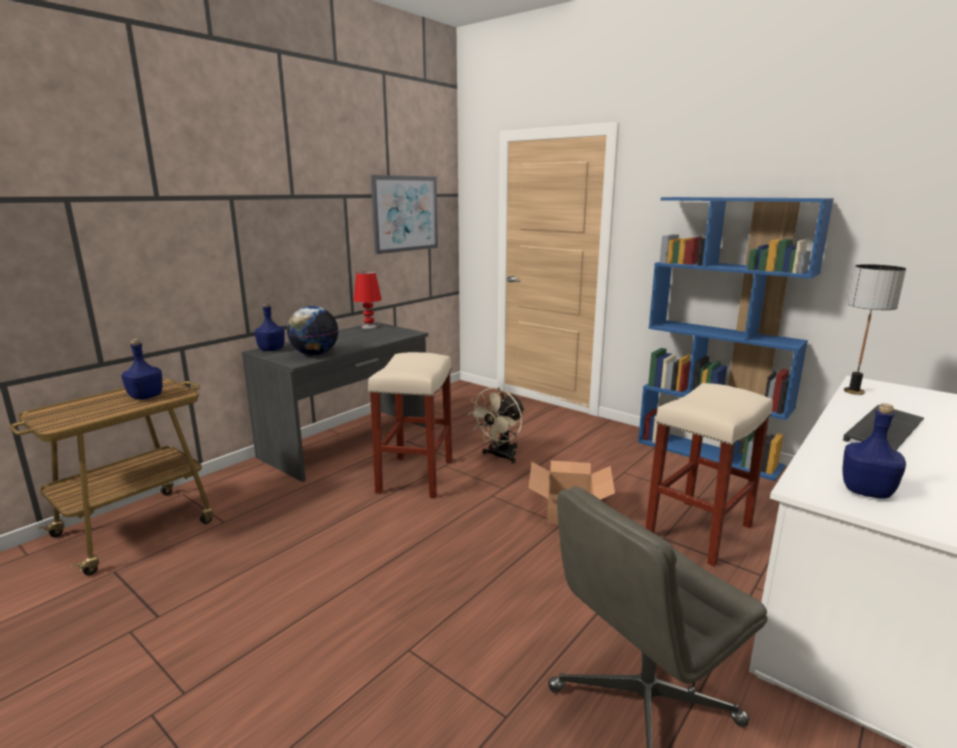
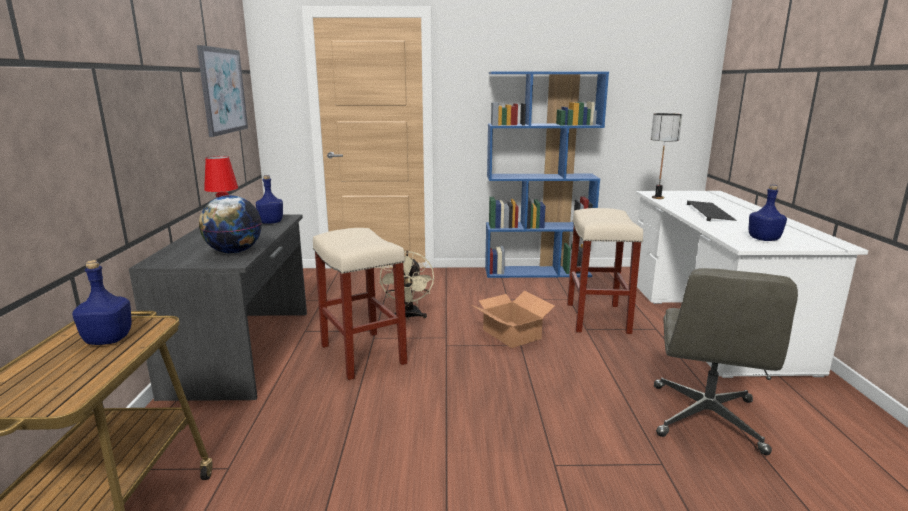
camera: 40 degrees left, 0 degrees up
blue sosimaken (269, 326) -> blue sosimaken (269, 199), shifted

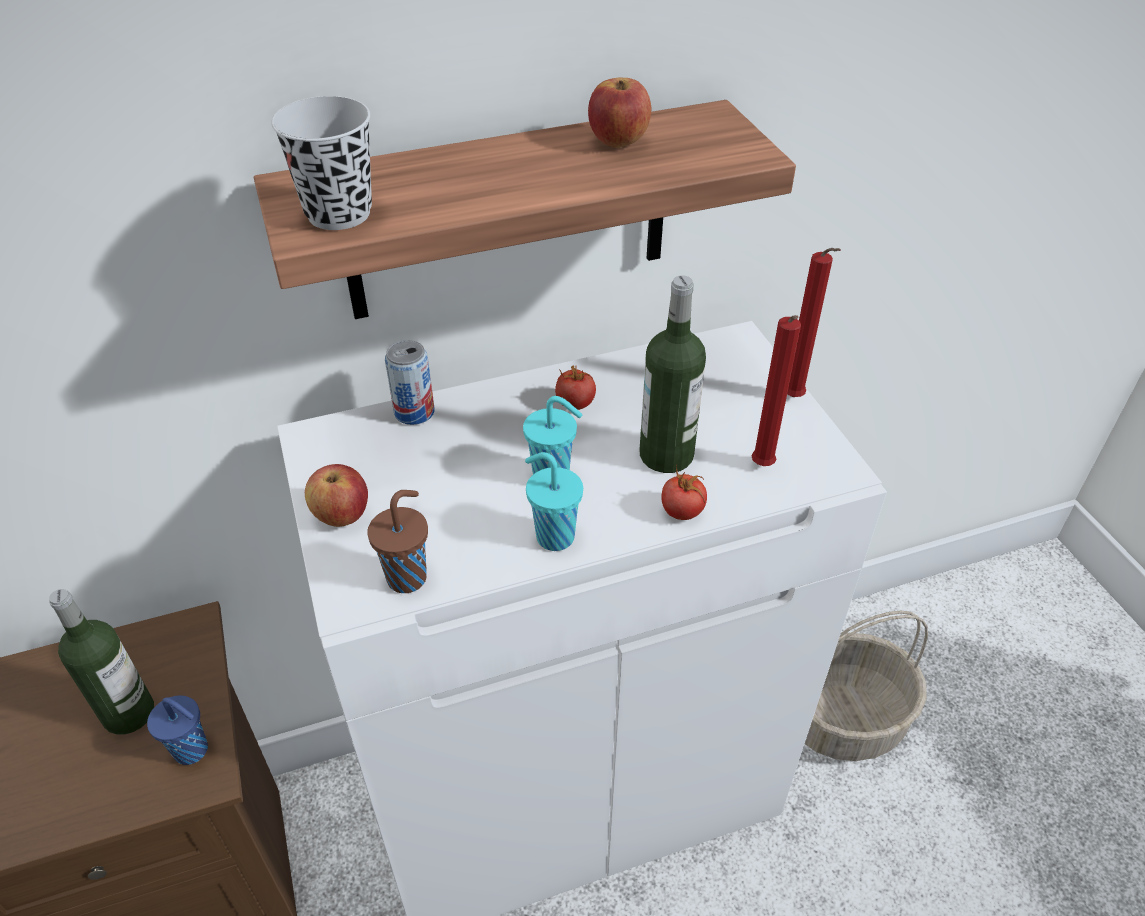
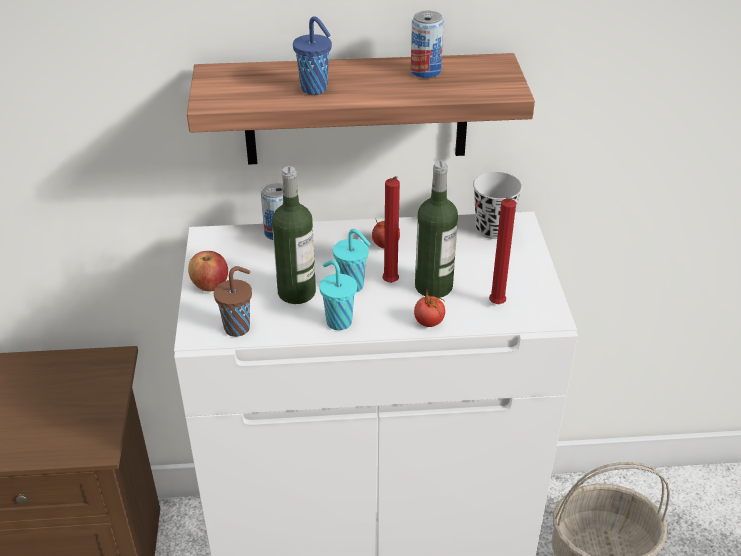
camera: 15 degrees right, 5 degrees down
sosimaken (101, 662) -> sosimaken (294, 235), shifted
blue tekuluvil (177, 730) -> blue tekuluvil (312, 55), shifted
black tekuluvil (321, 163) -> black tekuluvil (497, 205), shifted
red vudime (814, 322) -> red vudime (391, 229), shifted
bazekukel (619, 113) -> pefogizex (427, 44)

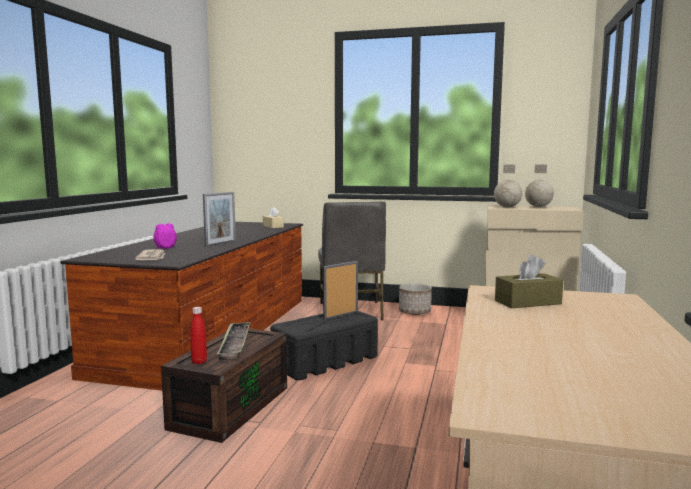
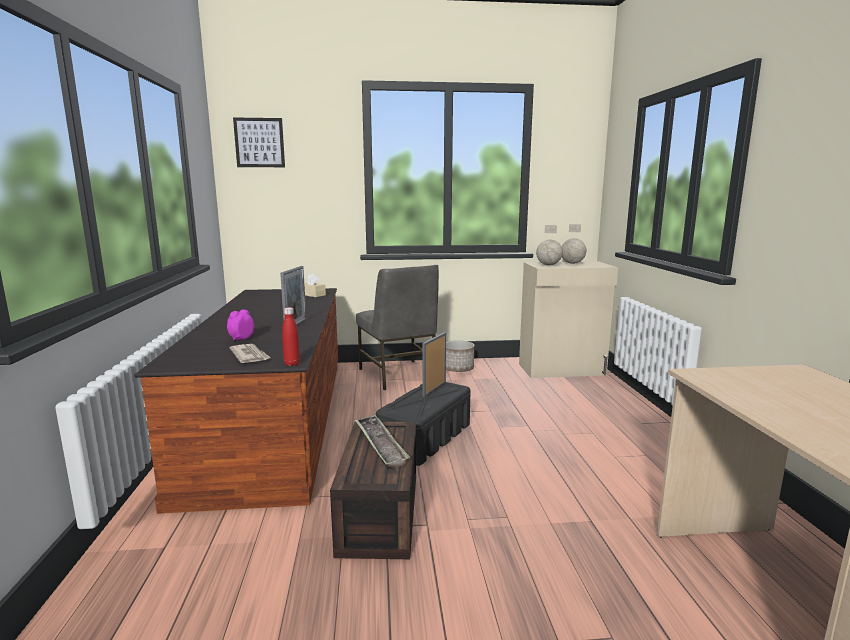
camera: 20 degrees left, 5 degrees up
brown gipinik (529, 281) -> none
none -> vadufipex (259, 142)
red sosimaken (198, 335) -> red sosimaken (291, 336), shifted

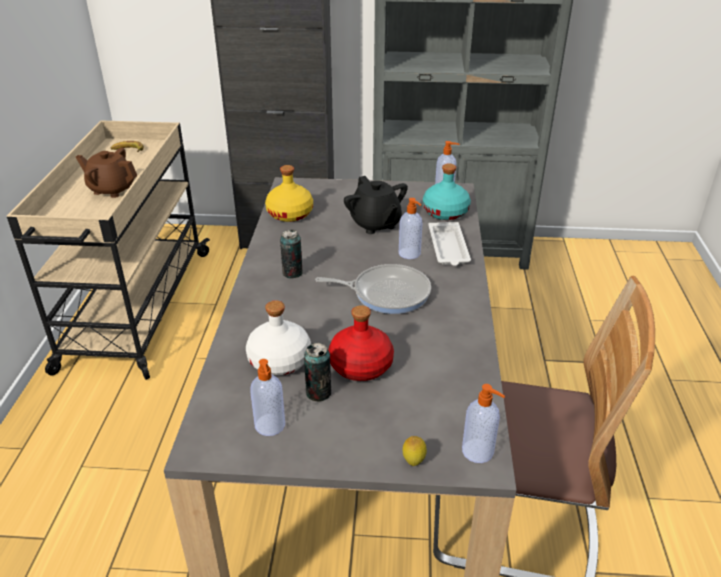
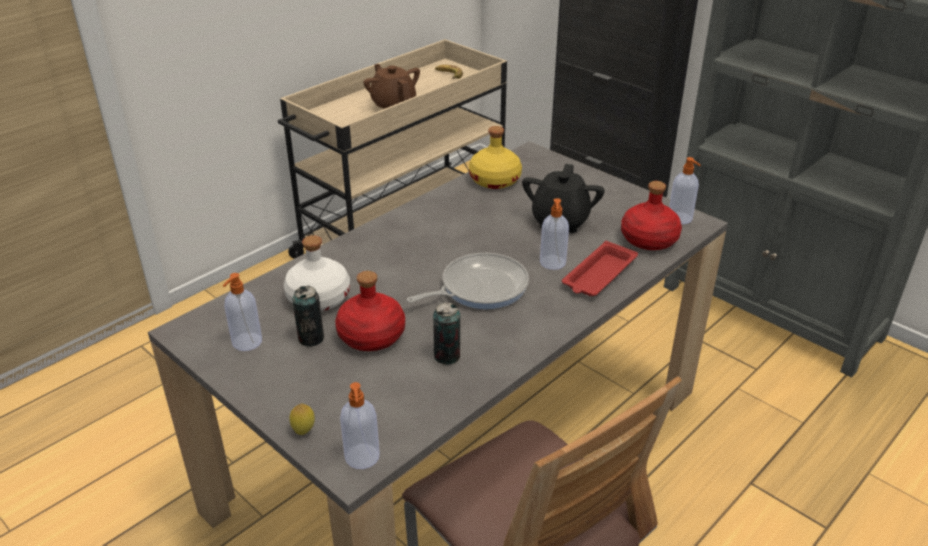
camera: 40 degrees right, 0 degrees up
pefogizex (291, 254) -> pefogizex (446, 334), shifted
turquoise sosimaken (447, 192) -> red sosimaken (651, 215)
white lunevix (449, 244) -> red lunevix (600, 268)
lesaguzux (373, 289) -> lesaguzux (468, 281), 75 degrees counterclockwise

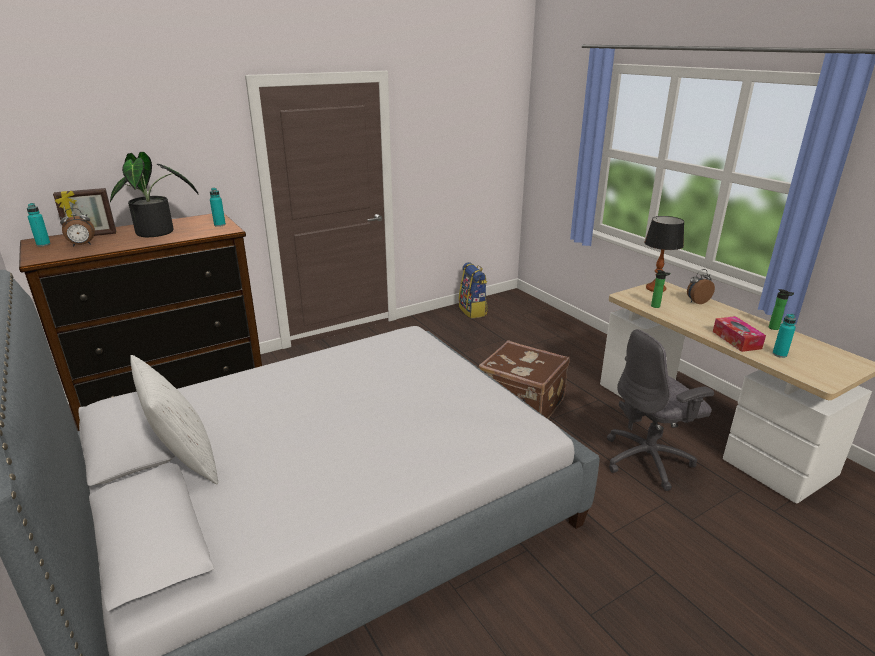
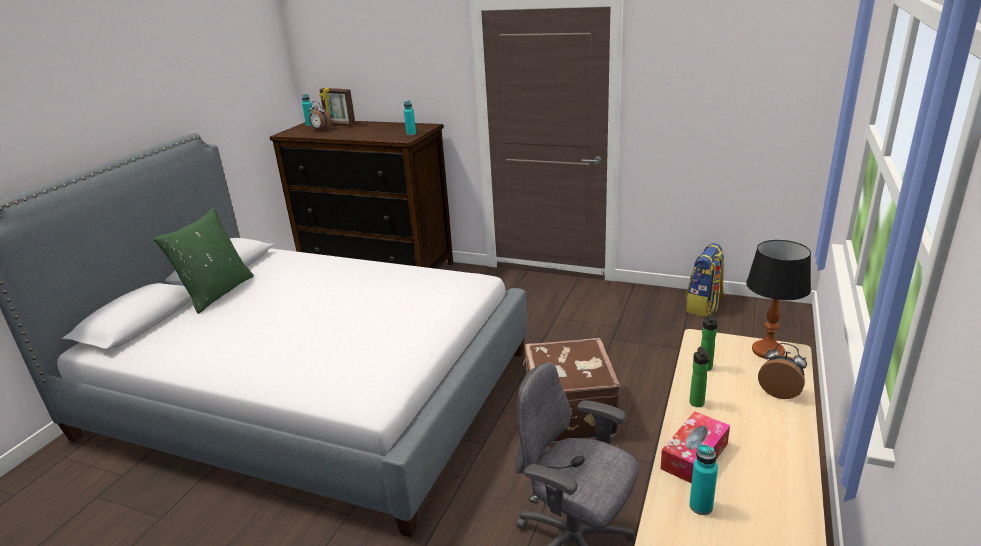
camera: 55 degrees right, 0 degrees up
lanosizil (154, 194) -> none
sosimaken (781, 309) -> sosimaken (699, 377), shifted
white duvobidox (174, 419) -> green duvobidox (203, 261)

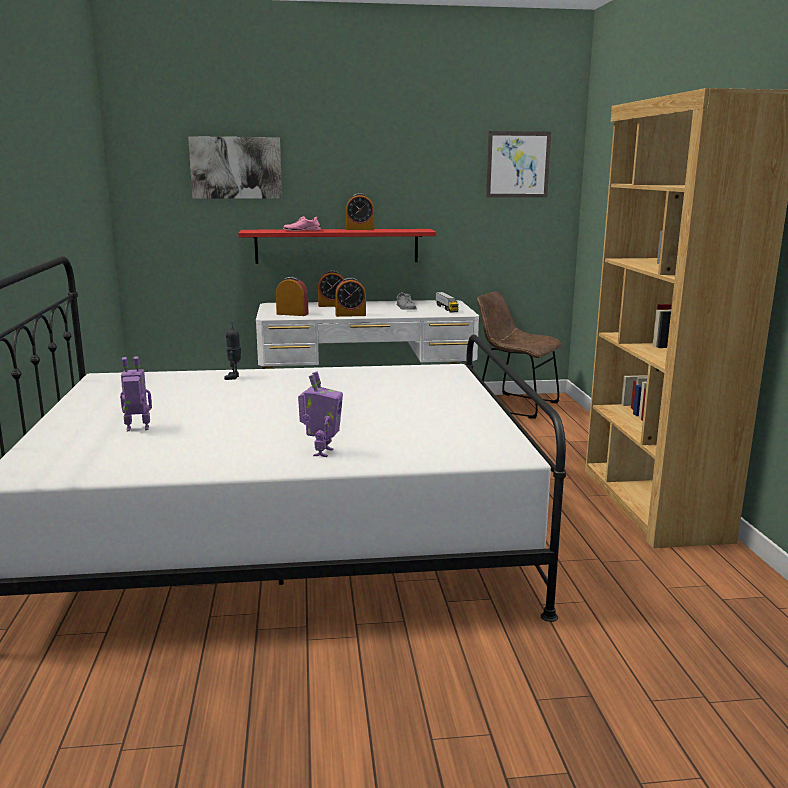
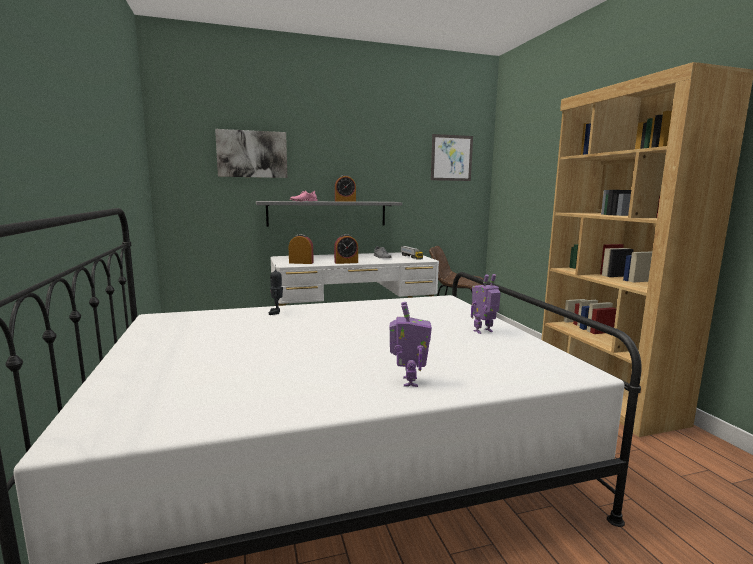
camera: 10 degrees left, 5 degrees down
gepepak (331, 288) -> none
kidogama (136, 393) -> kidogama (486, 304), shifted
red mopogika (337, 246) -> grey mopogika (329, 214)

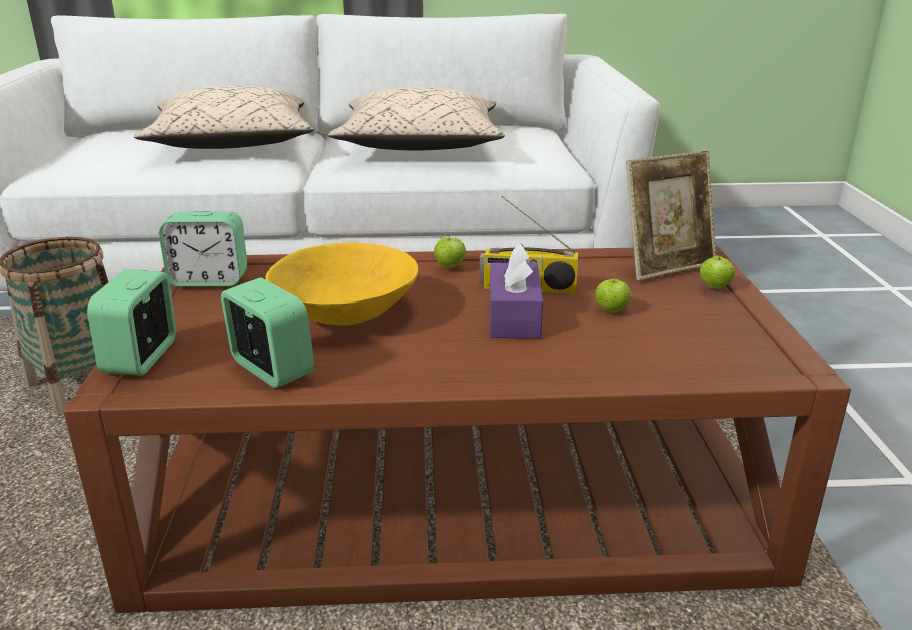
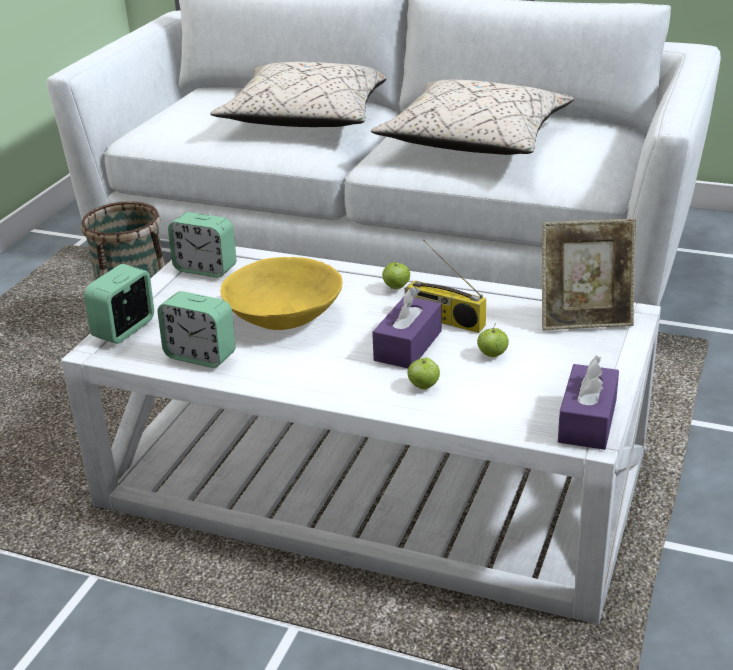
camera: 25 degrees right, 5 degrees up
none -> purple gipinik (588, 402)
bazekukel (717, 271) -> bazekukel (424, 372), shifted
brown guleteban (457, 429) -> white guleteban (361, 435)
gepepak (267, 333) -> gepepak (196, 329), 135 degrees clockwise

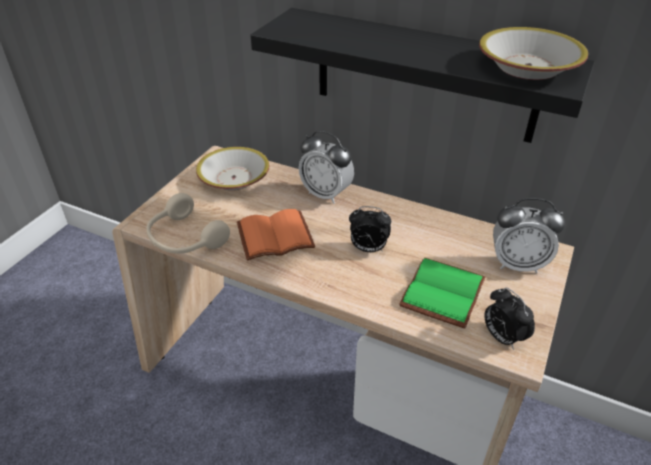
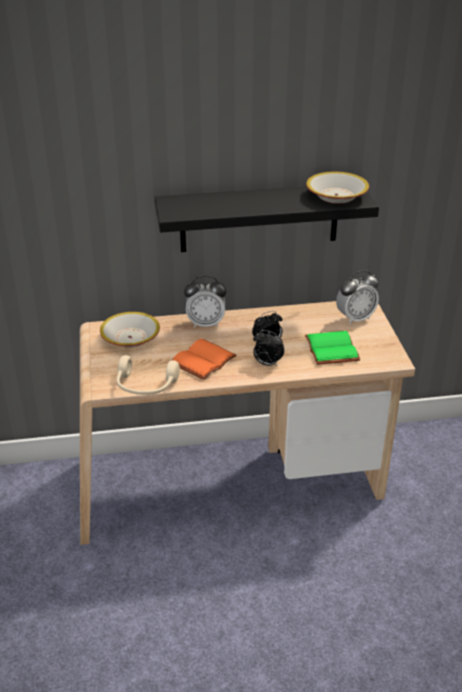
camera: 35 degrees left, 5 degrees down
gepepak (509, 319) -> gepepak (268, 348), shifted

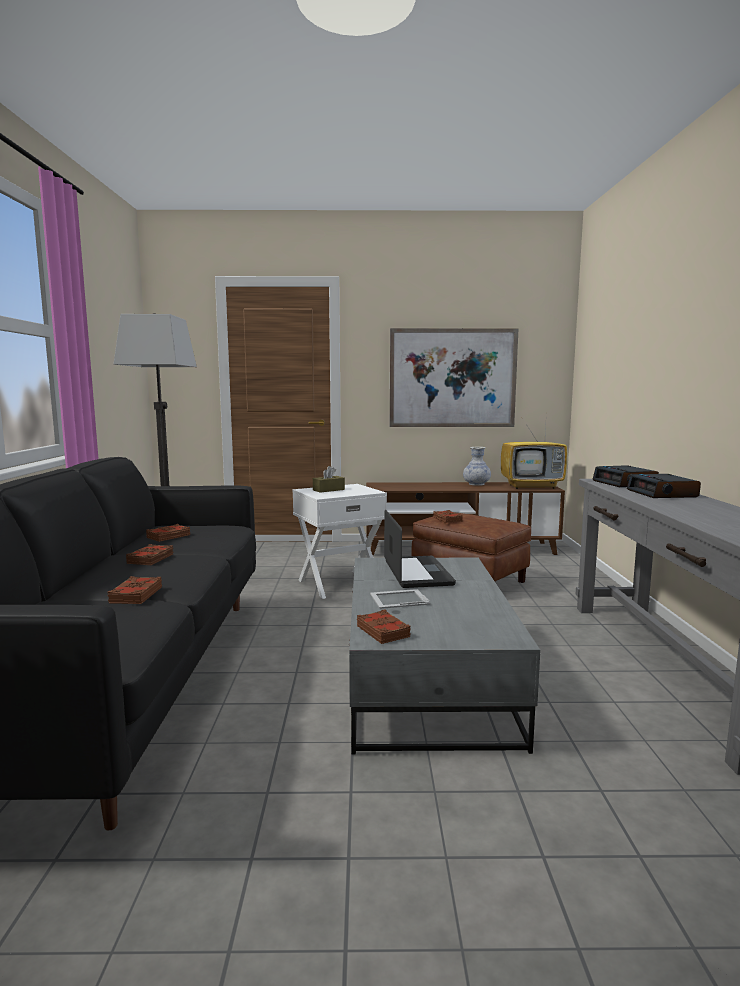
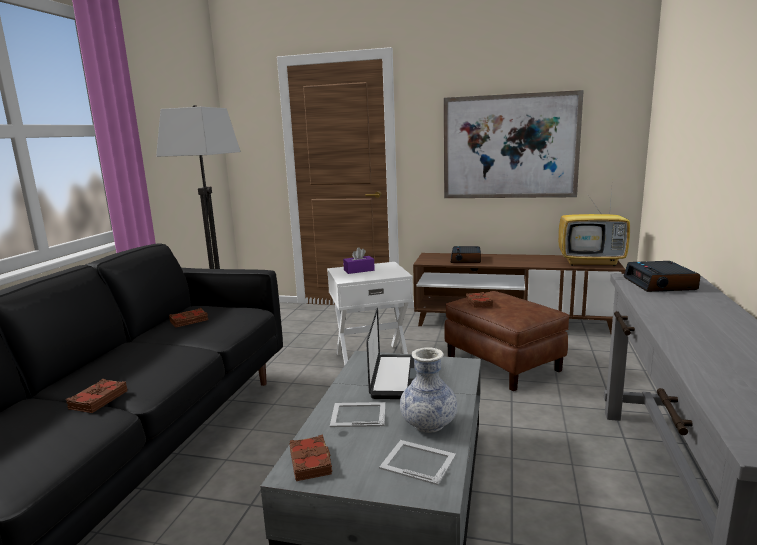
camera: 15 degrees right, 5 degrees up
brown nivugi (150, 554) -> none
none -> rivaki (417, 462)
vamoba (477, 466) -> vamoba (428, 390), shifted
gepepak (664, 486) -> gepepak (466, 254), shifted
brown gipinik (329, 479) -> purple gipinik (359, 260)

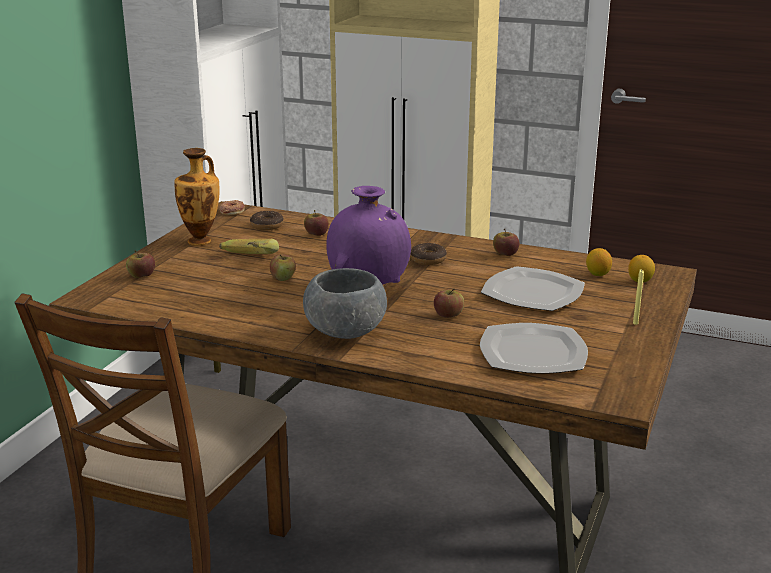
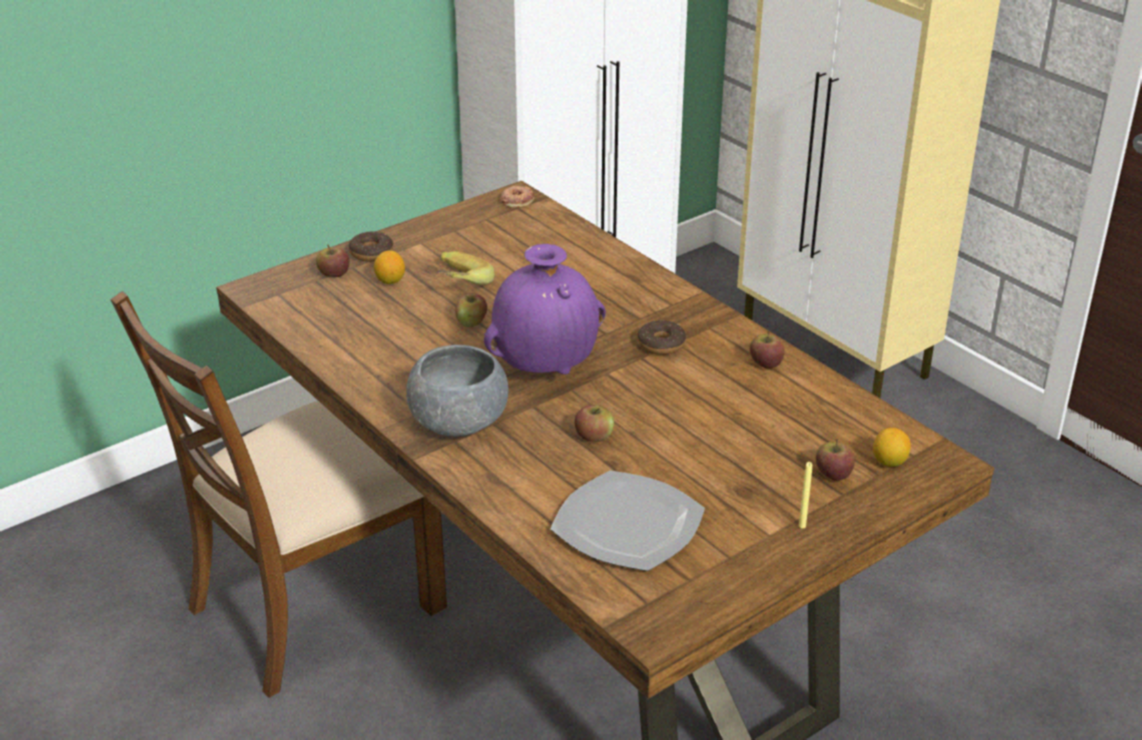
camera: 30 degrees right, 10 degrees up
vamoba (197, 197) -> none
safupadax (533, 288) -> none
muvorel (267, 220) -> muvorel (371, 246), shifted
bazekukel (316, 223) -> bazekukel (835, 460), shifted
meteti (599, 262) -> meteti (389, 267), shifted

